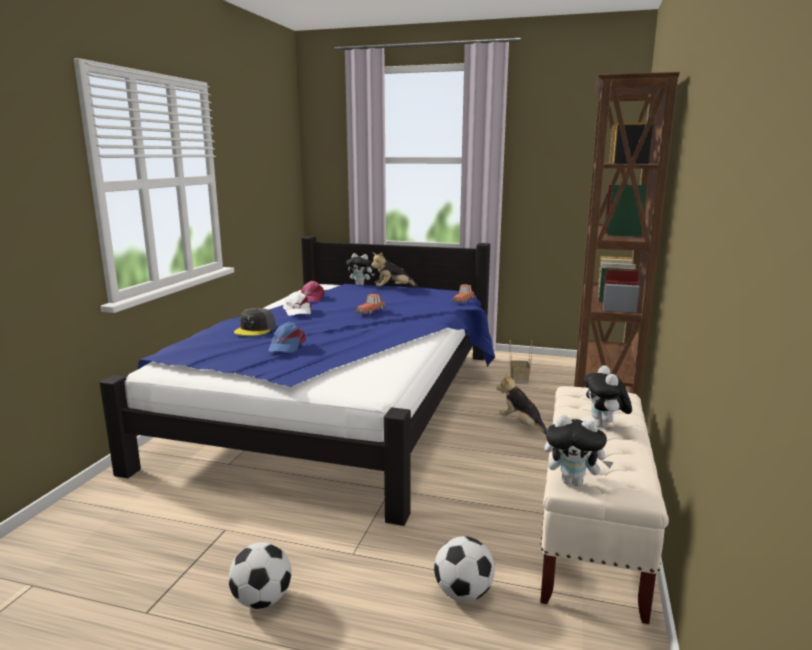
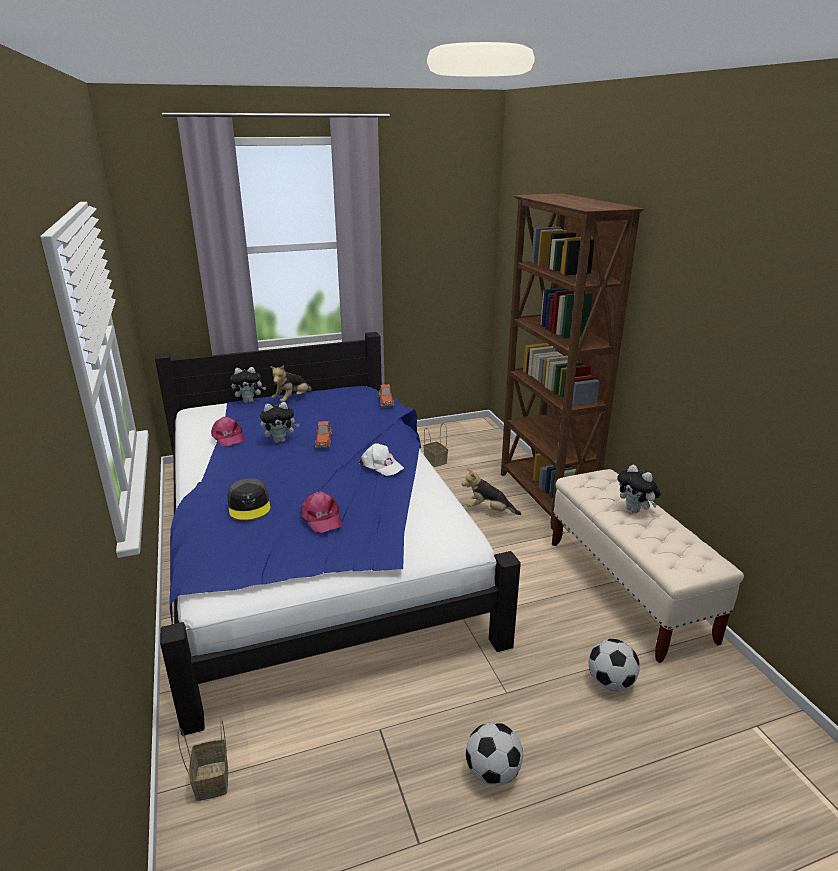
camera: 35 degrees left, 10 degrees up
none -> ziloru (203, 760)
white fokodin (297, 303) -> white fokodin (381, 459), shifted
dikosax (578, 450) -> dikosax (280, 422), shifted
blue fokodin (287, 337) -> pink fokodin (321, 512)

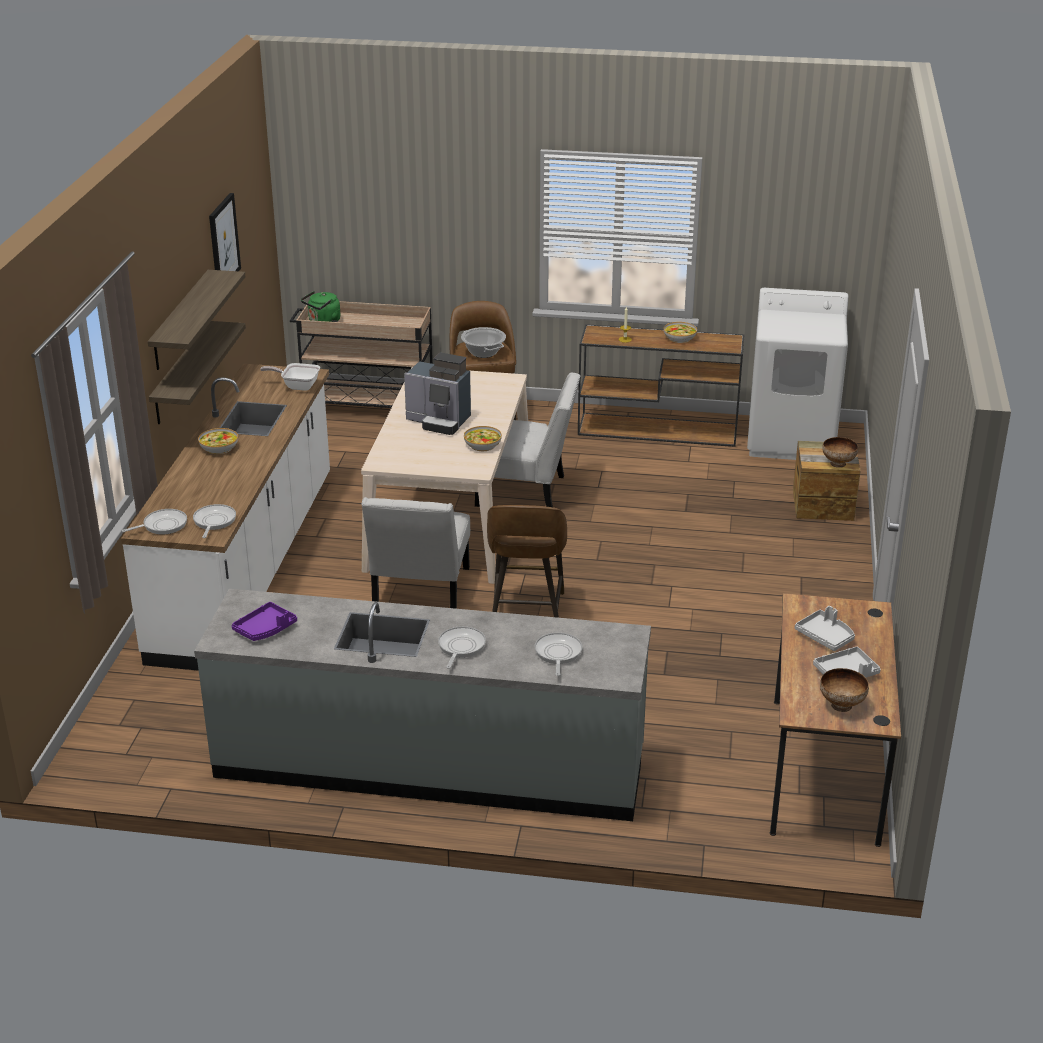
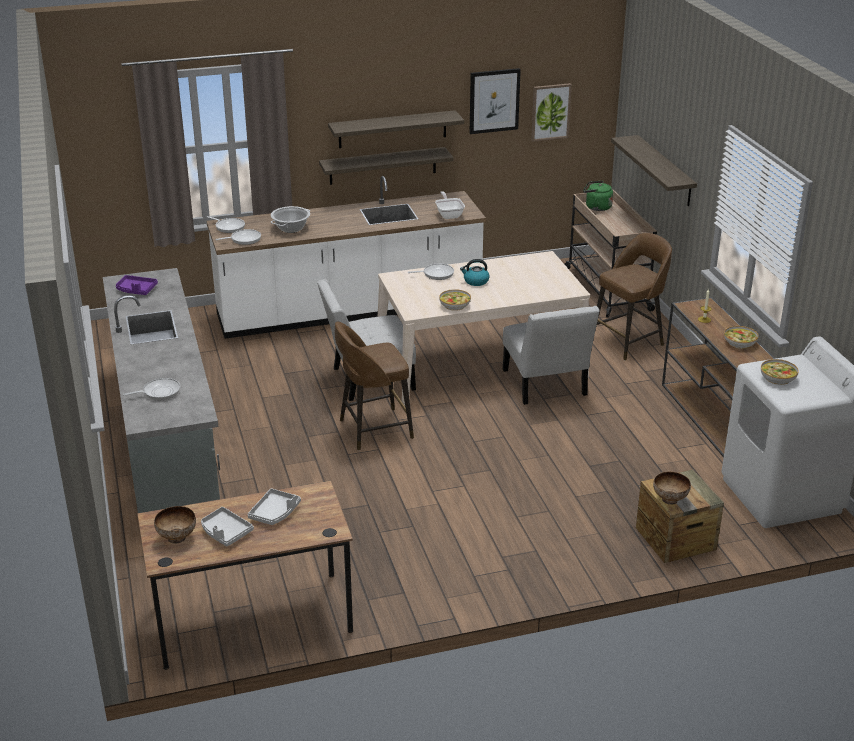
camera: 65 degrees right, 0 degrees up
none -> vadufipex (551, 112)
none -> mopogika (654, 170)
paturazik (218, 441) -> paturazik (780, 372), shifted
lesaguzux (462, 647) -> lesaguzux (431, 271), shifted
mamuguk (483, 342) -> mamuguk (290, 219), shifted
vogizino (437, 393) -> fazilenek (475, 272)

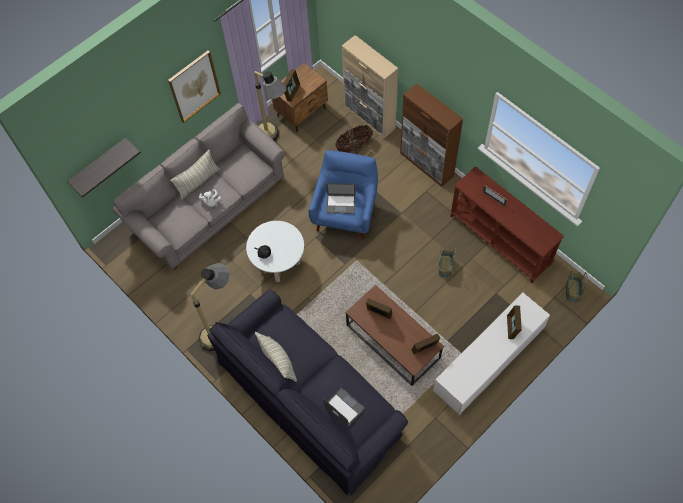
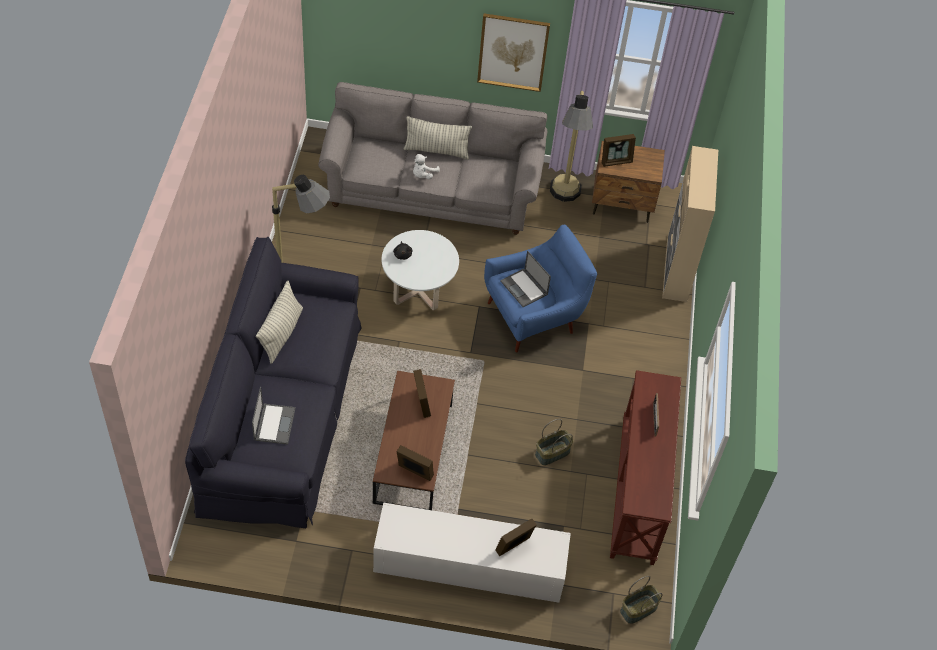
camera: 45 degrees right, 10 degrees down
mopogika (104, 168) -> none
ziloru (354, 139) -> none
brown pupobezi (431, 135) -> none

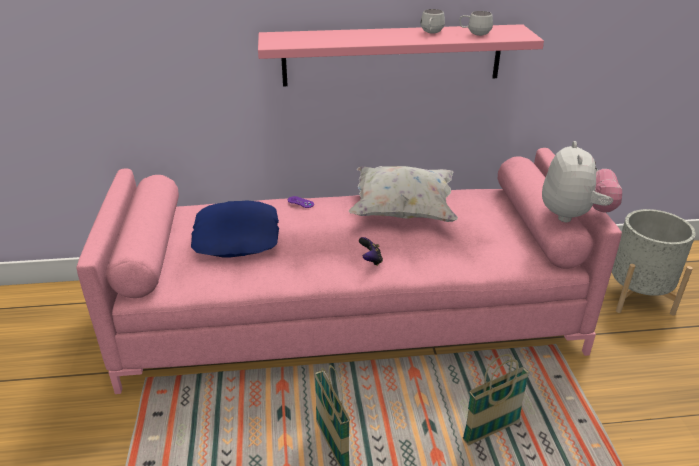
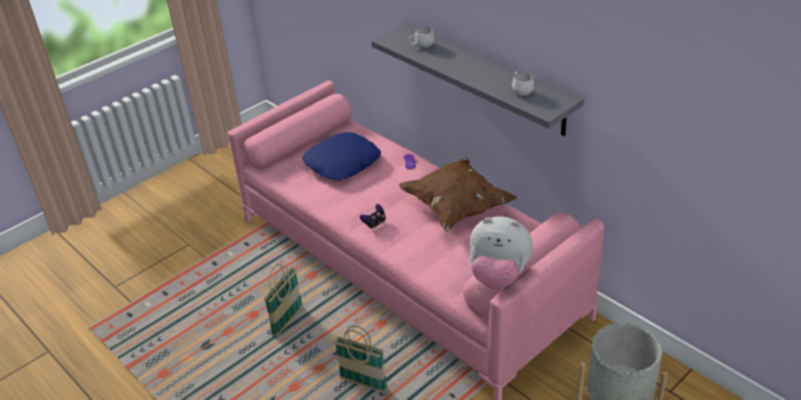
camera: 55 degrees right, 5 degrees up
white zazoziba (432, 21) -> white zazoziba (421, 37), shifted
pink mopogika (401, 55) -> grey mopogika (477, 80)
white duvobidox (403, 194) -> brown duvobidox (458, 194)
dikosax (582, 181) -> dikosax (501, 252), 45 degrees clockwise

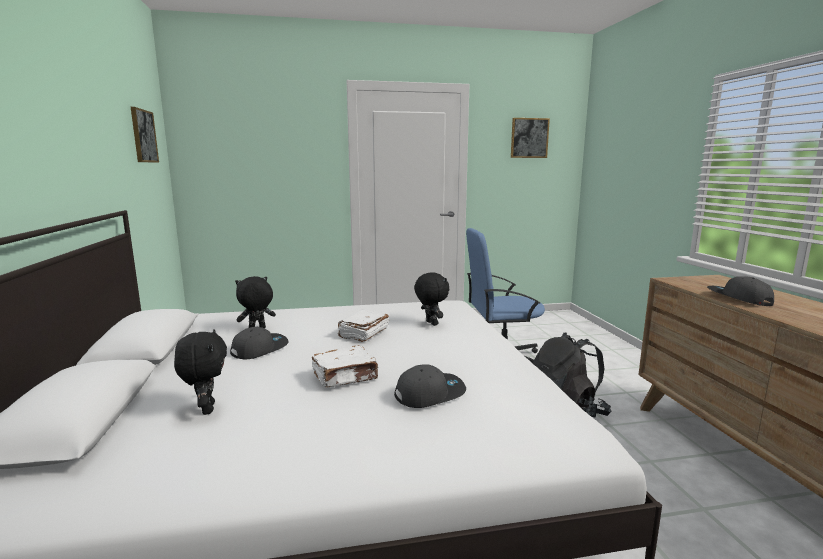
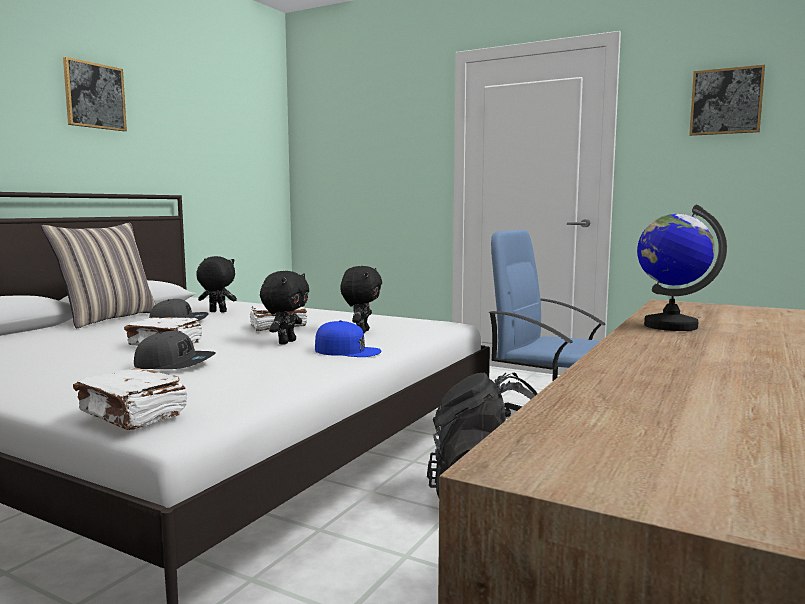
camera: 40 degrees right, 5 degrees down
none -> duvobidox (98, 275)
none -> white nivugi (130, 399)
none -> blue fokodin (348, 338)
vadufipex (145, 135) -> vadufipex (95, 94), shifted
black dikosax (200, 372) -> black dikosax (284, 308), shifted
grey fokodin (740, 291) -> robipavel (682, 267)

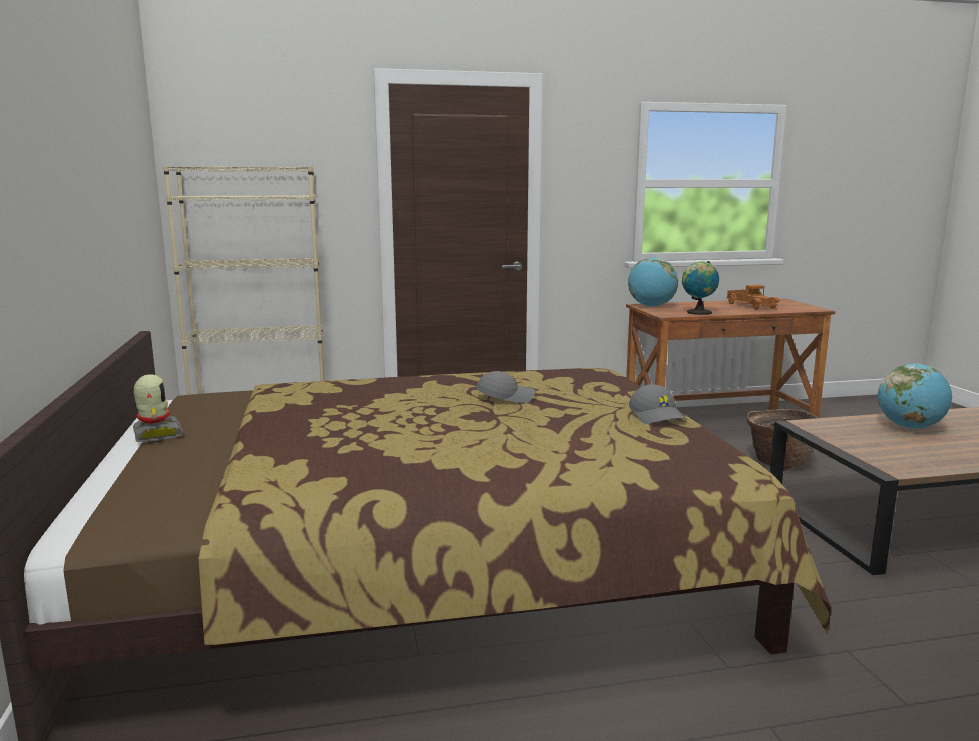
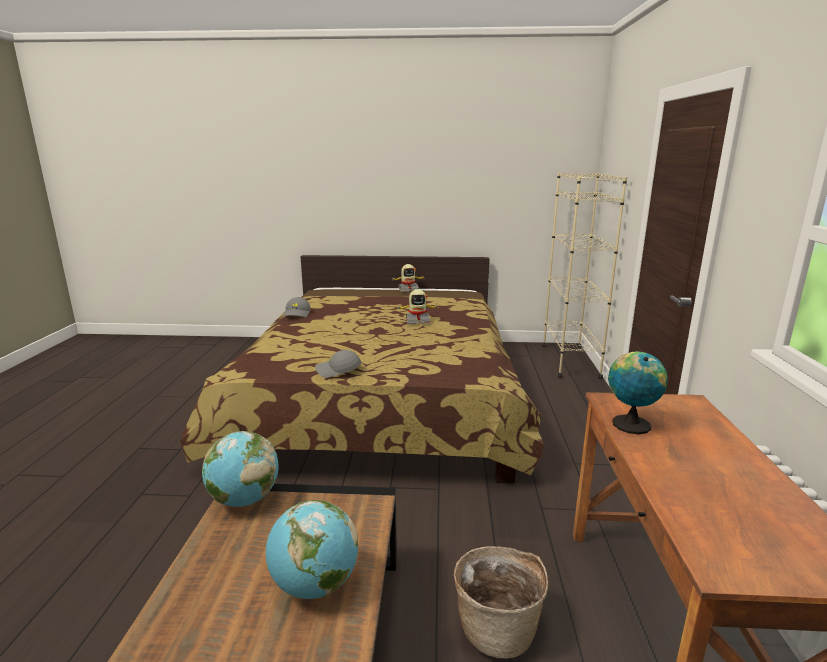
camera: 105 degrees right, 5 degrees up
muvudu (753, 297) -> none
none -> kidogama (417, 306)
grey fokodin (505, 387) -> grey fokodin (296, 307), shifted
robipavel (653, 282) -> robipavel (240, 469), shifted

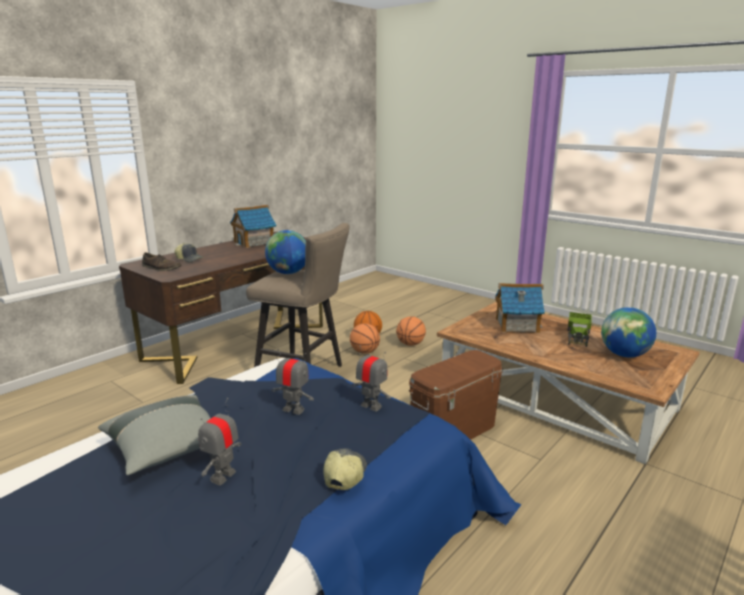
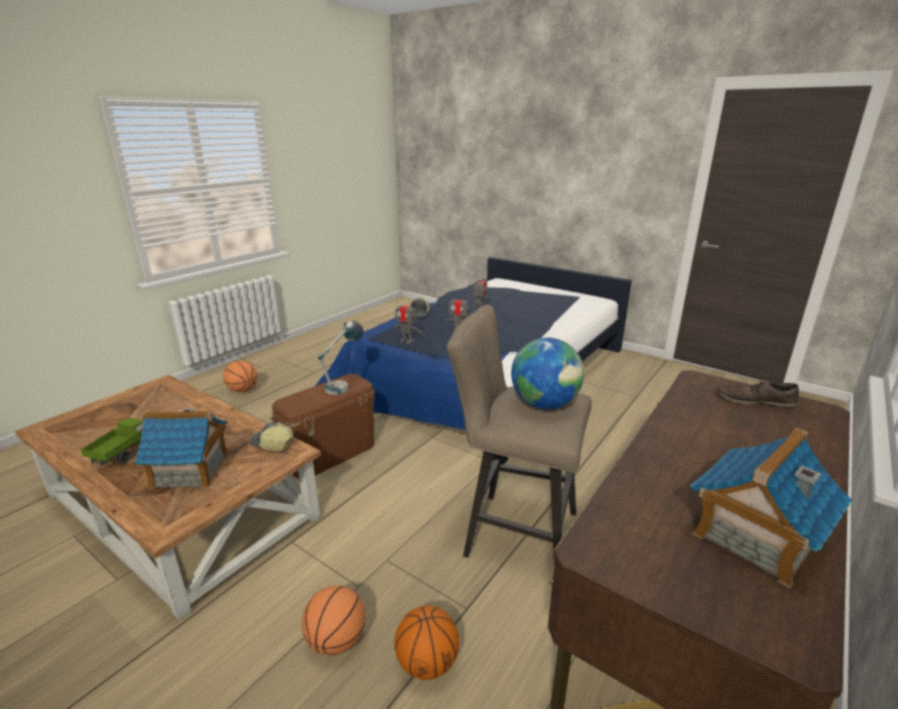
camera: 175 degrees right, 5 degrees up
grey duvobidox (154, 435) -> none
robipavel (628, 332) -> none
none -> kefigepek (341, 358)
fokodin (189, 252) -> fokodin (271, 437), shifted
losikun (365, 338) -> losikun (240, 376), shifted

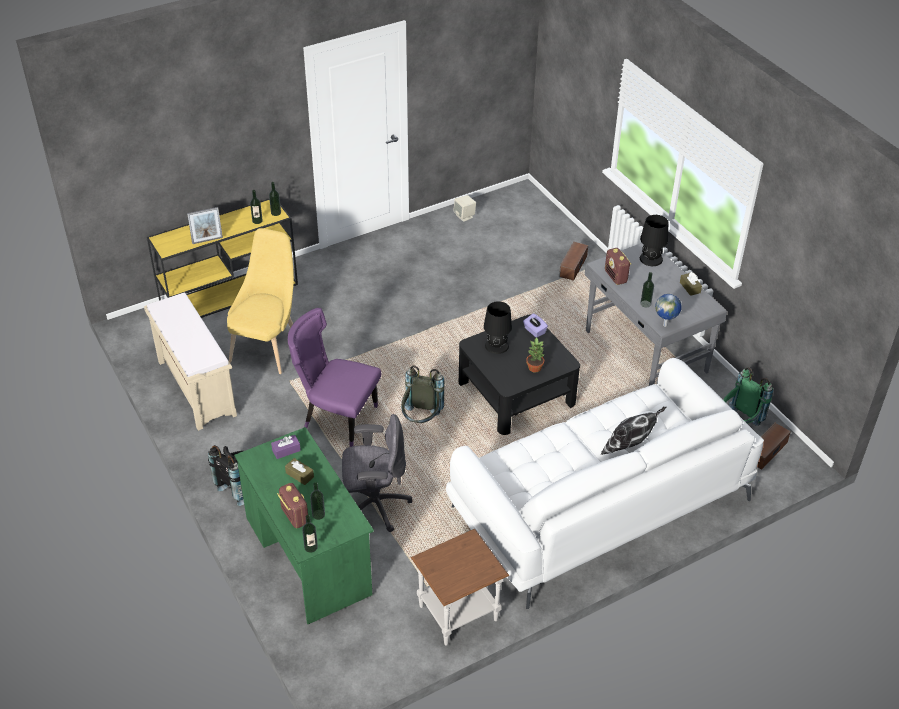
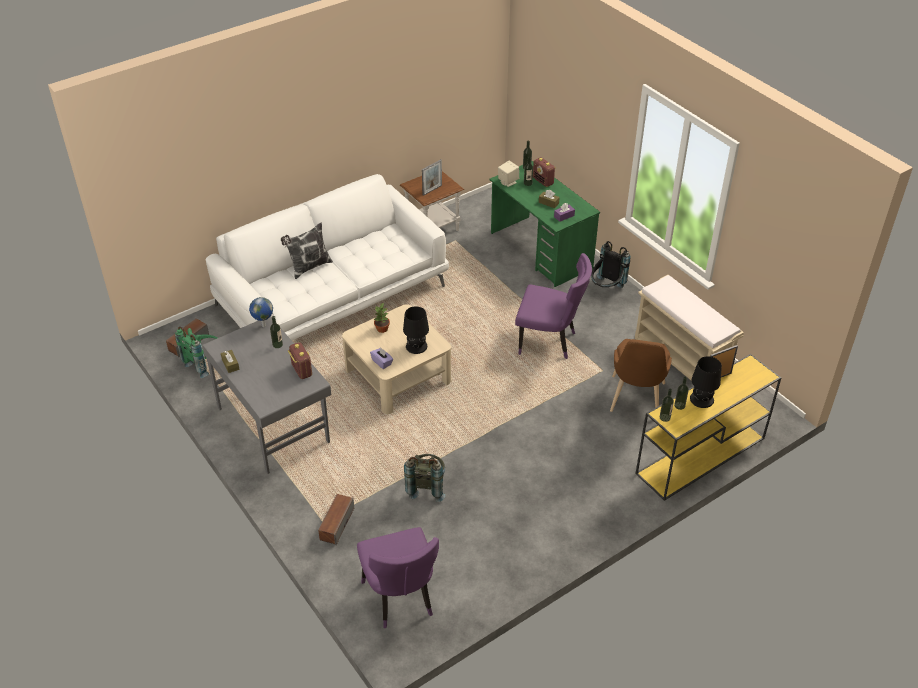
camera: 175 degrees right, 0 degrees up
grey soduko (377, 473) -> none
none -> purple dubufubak (398, 577)
none -> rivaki (432, 178)
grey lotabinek (423, 394) -> grey lotabinek (425, 478), shifted
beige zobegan (464, 208) -> beige zobegan (508, 174), shifted
black kefigepek (654, 240) -> black kefigepek (706, 382), shifted
yellow dubufubak (260, 301) -> brown dubufubak (641, 375)
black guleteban (519, 374) -> beige guleteban (396, 359)

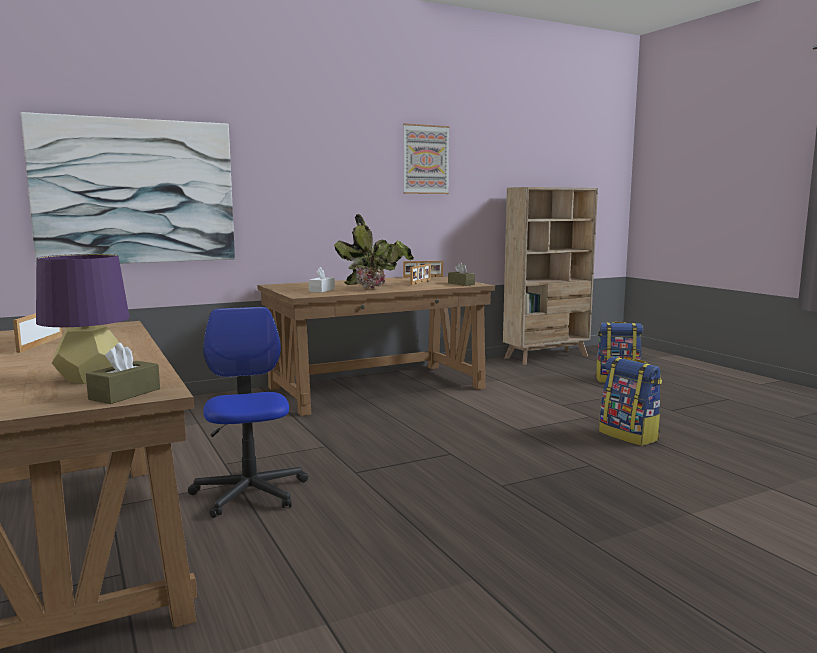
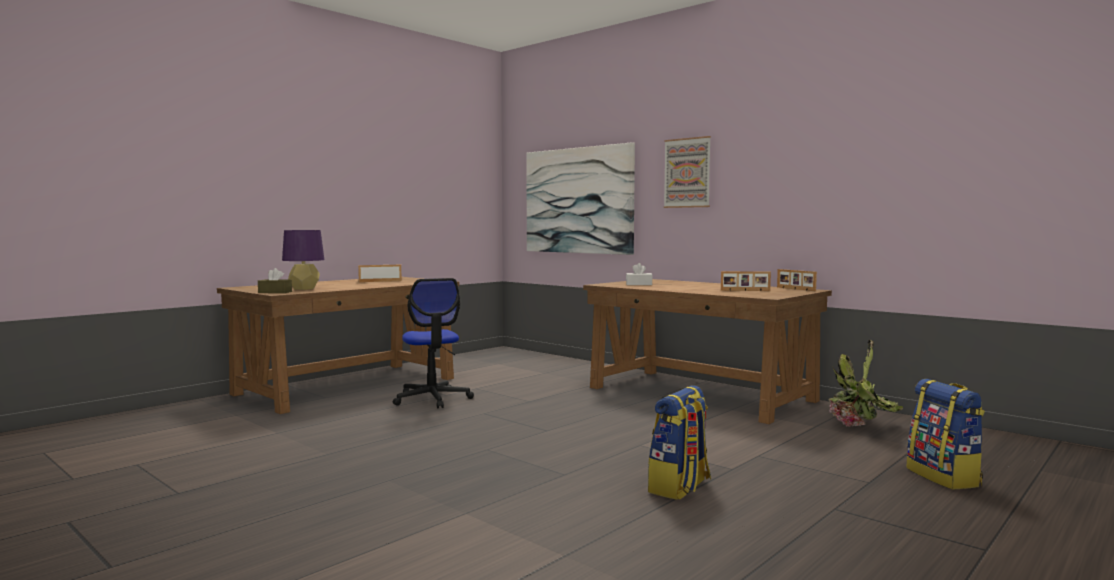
camera: 70 degrees right, 5 degrees down
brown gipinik (461, 274) -> none
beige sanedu (550, 276) -> none
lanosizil (374, 251) -> lanosizil (865, 383), shifted
vadufipex (426, 158) -> vadufipex (687, 172), shifted
soduko (248, 412) -> soduko (433, 343), 105 degrees clockwise

